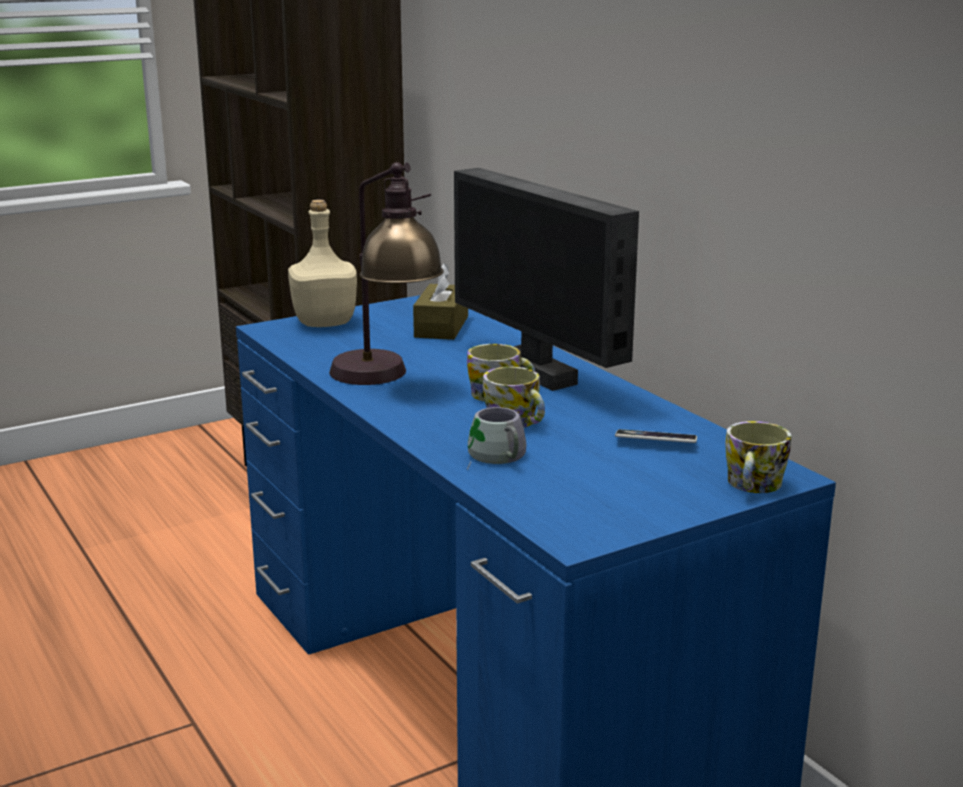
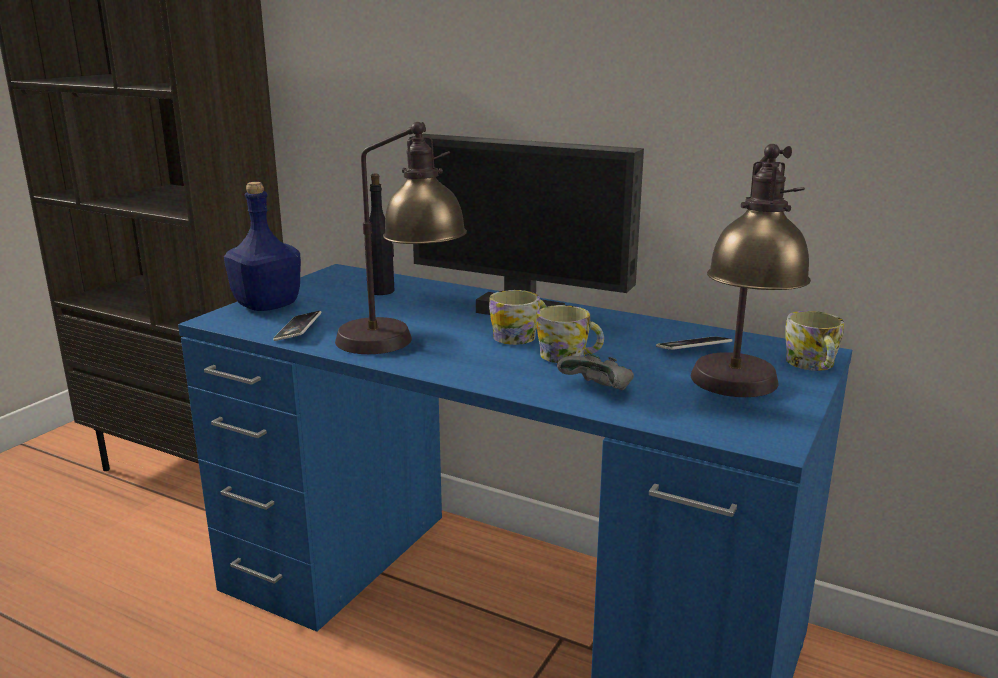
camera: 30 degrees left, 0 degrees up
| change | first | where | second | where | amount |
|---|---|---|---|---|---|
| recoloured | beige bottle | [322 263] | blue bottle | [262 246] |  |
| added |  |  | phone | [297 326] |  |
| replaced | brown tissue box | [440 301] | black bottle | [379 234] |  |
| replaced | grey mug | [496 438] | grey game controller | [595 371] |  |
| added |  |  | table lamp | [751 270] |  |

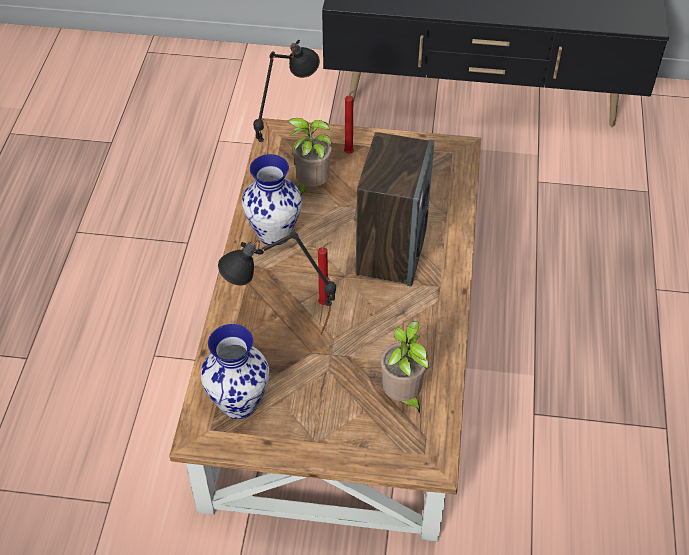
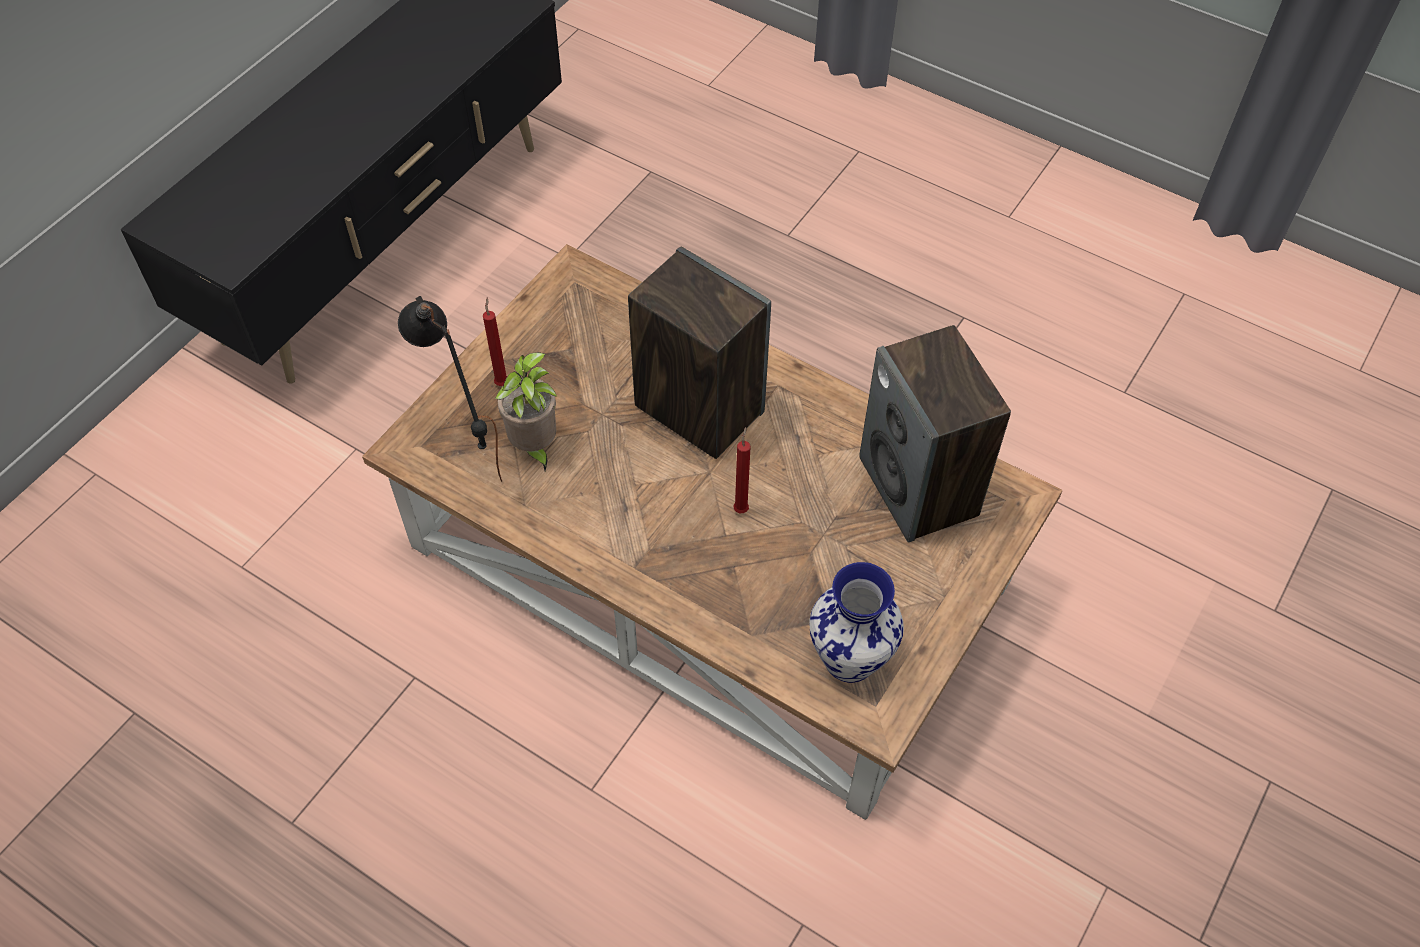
camera: 65 degrees left, 5 degrees up
| change | first | where | second | where | amount |
|---|---|---|---|---|---|
| replaced | potted plant | [405 367] | speaker | [935 433] |  |
| removed | black table lamp | [277 283] |  |  |  |
| removed | vase | [272 199] |  |  |  |

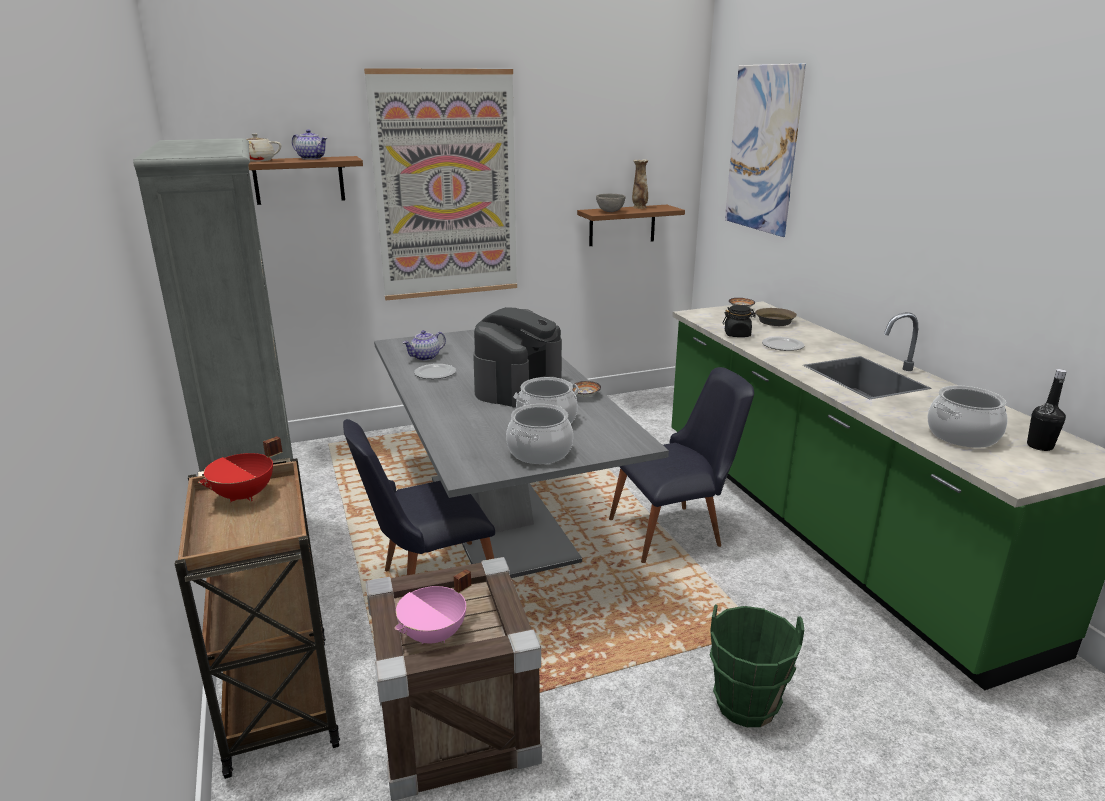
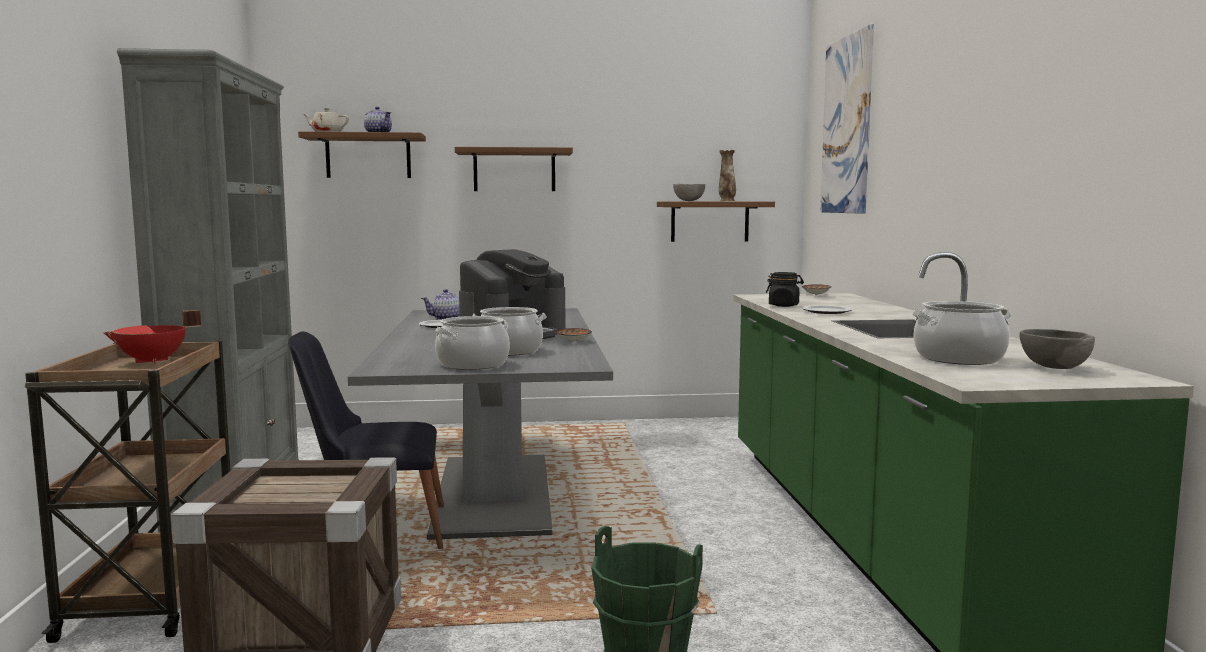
camera: 15 degrees right, 15 degrees down
| change | first | where | second | where | amount |
|---|---|---|---|---|---|
| replaced | picture | [440 184] | brown shelf | [514 169] |  |
| replaced | black bottle | [1047 410] | grey bowl | [1057 349] |  |
| removed | pink cooking pot | [433 606] |  |  |  |
| removed | black chair | [681 465] |  |  |  |
| removed | brown frying pan | [761 317] |  |  |  |

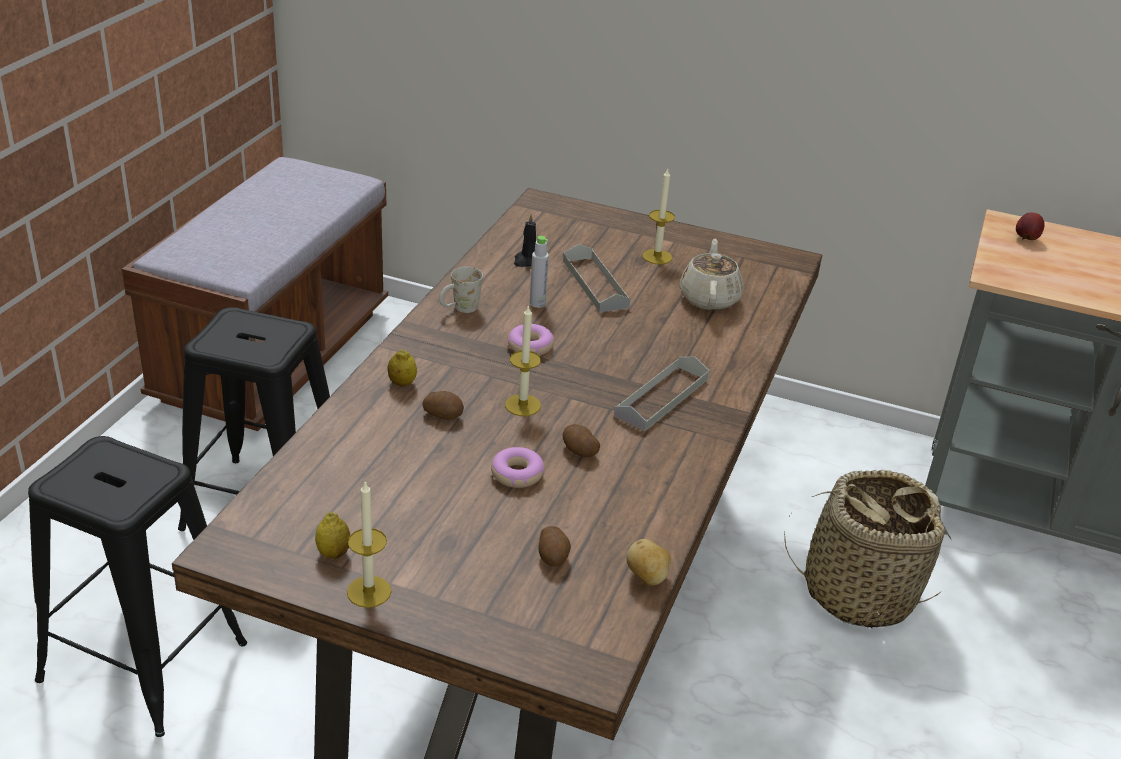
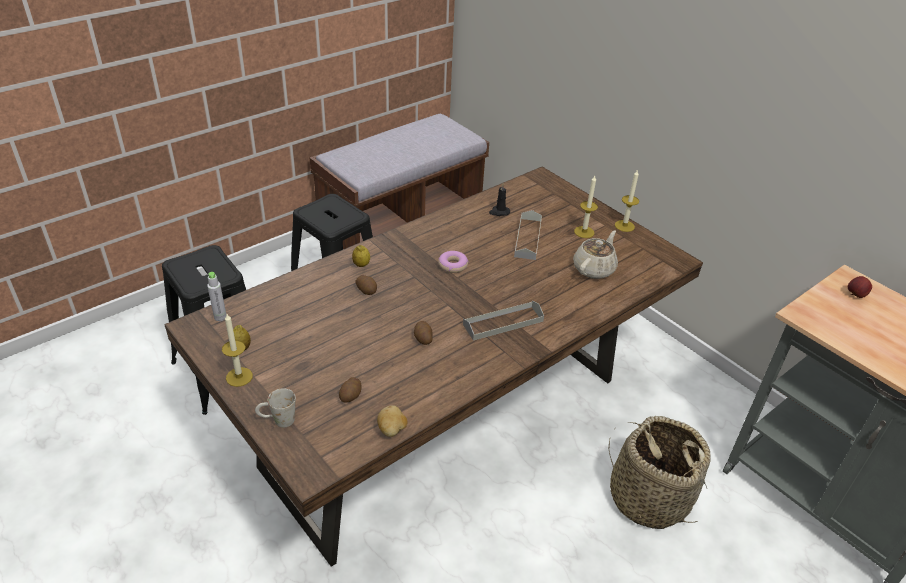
camera: 30 degrees right, 5 degrees up
| change | first | where | second | where | amount |
|---|---|---|---|---|---|
| moved | grey bottle | [539 272] |  | [216 296] |  |
| moved | white mug | [461 290] |  | [275 408] |  |
| moved | candle | [523 360] |  | [627 200] |  |
| removed | donut | [518 467] |  |  |  |

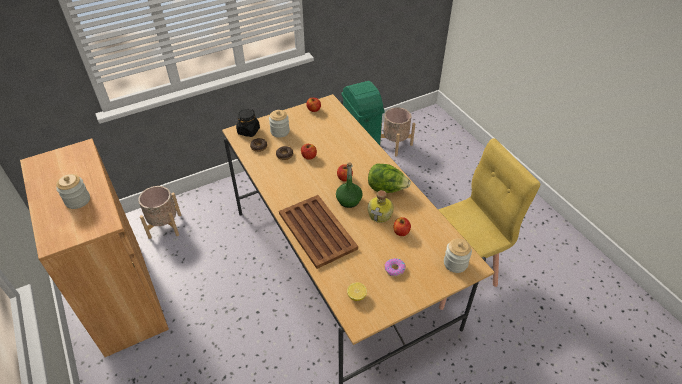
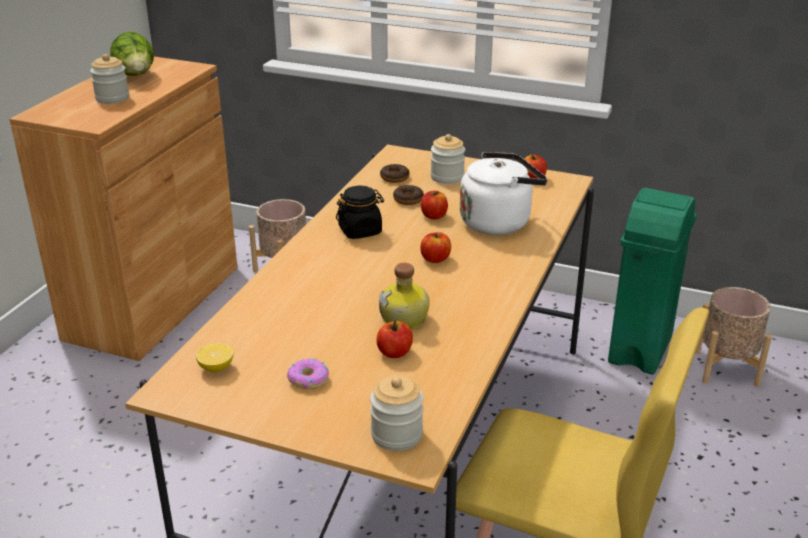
camera: 50 degrees right, 15 degrees down
| change | first | where | second | where | amount |
|---|---|---|---|---|---|
| moved | lettuce | [389 178] |  | [132 54] |  |
| moved | black jar | [248 123] |  | [360 212] |  |
| added |  |  | white kettle | [503 193] |  |
| removed | brown tray | [318 232] |  |  |  |
| removed | green bottle | [349 185] |  |  |  |

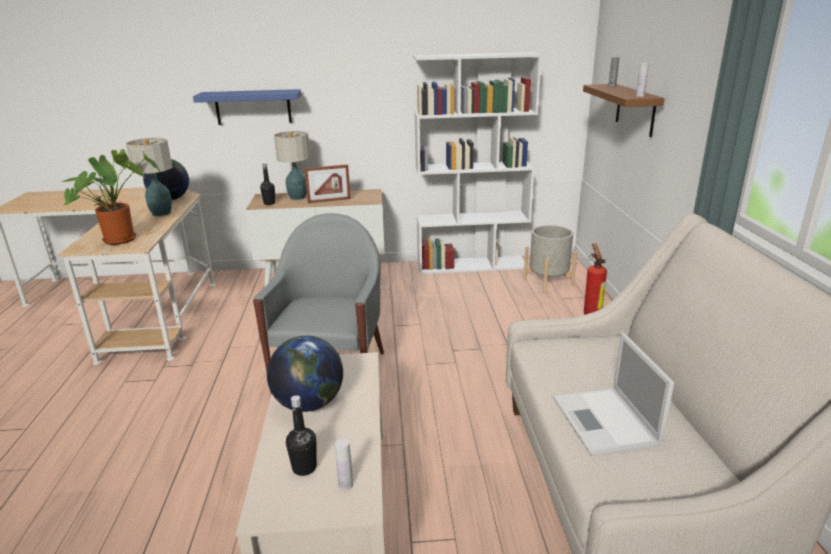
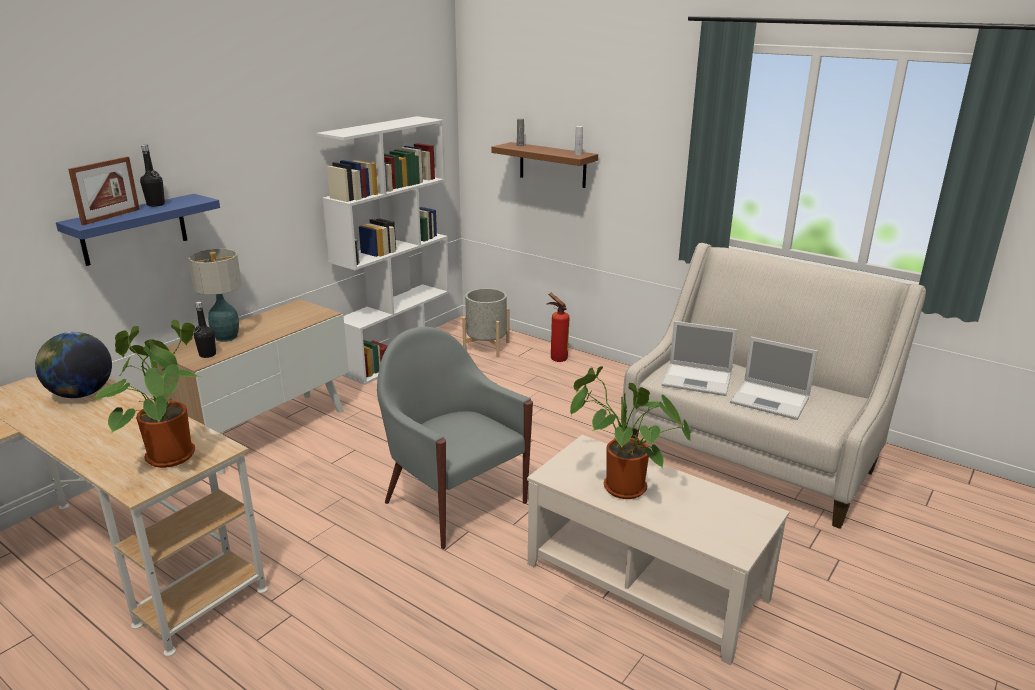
camera: 50 degrees left, 0 degrees up
| change | first | where | second | where | amount |
|---|---|---|---|---|---|
| moved | picture frame | [327 183] |  | [104 191] |  |
| moved | black bottle | [301 435] |  | [152 176] |  |
| replaced | globe | [305 374] | potted plant | [630 432] |  |
| added |  |  | laptop | [699 358] |  |
| removed | table lamp | [149 177] |  |  |  |
| removed | white bottle | [344 465] |  |  |  |

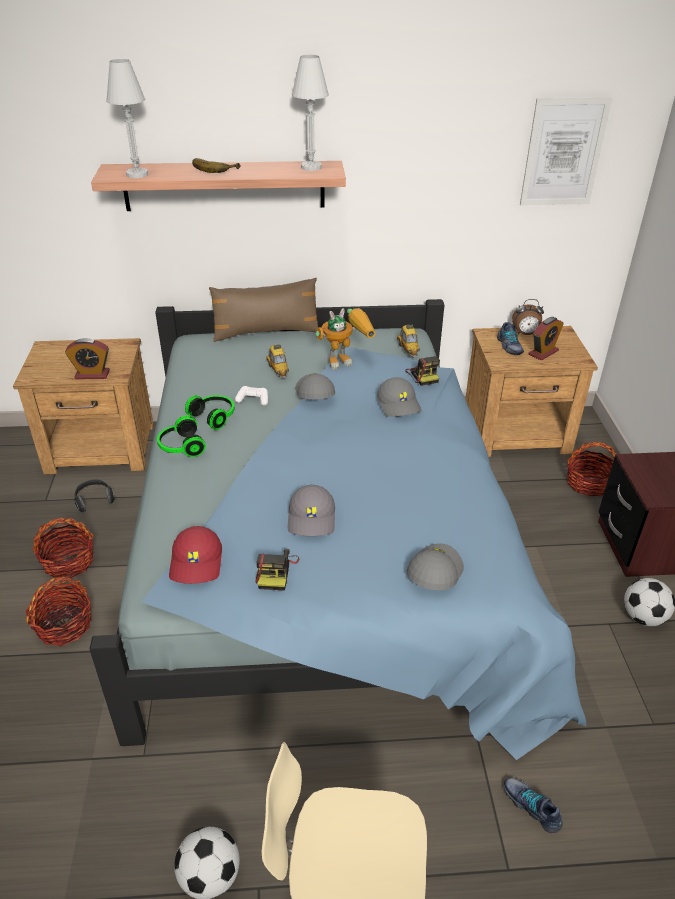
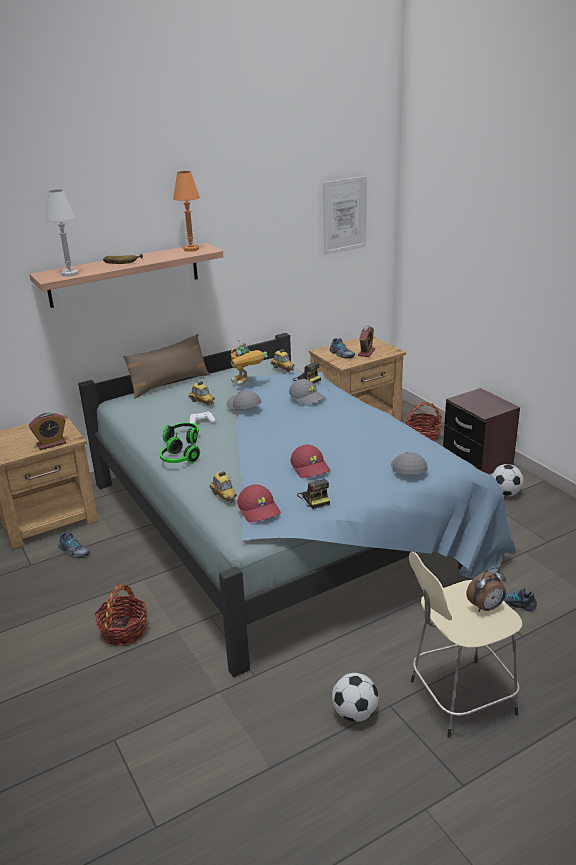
camera: 25 degrees left, 10 degrees down
| change | first | where | second | where | amount |
|---|---|---|---|---|---|
| replaced | headphones | [94 496] | shoe | [74 545] |  |
| recoloured | white table lamp | [310 113] | orange table lamp | [186 211] |  |
| added |  |  | toy car | [223 487] |  |
| turned | toy robot | [345 339] |  | [249 362] | 105 degrees clockwise |
| recoloured | grey cap | [311 510] | red cap | [310 461] |  |
| moved | alarm clock | [528 317] |  | [486 589] |  |
| removed | basket | [63 547] |  |  |  |

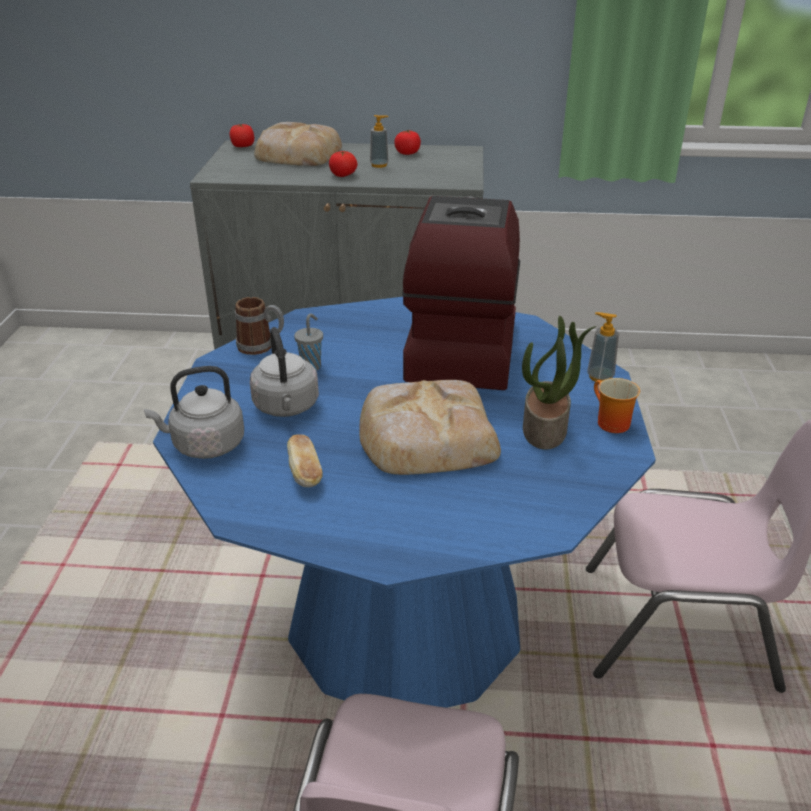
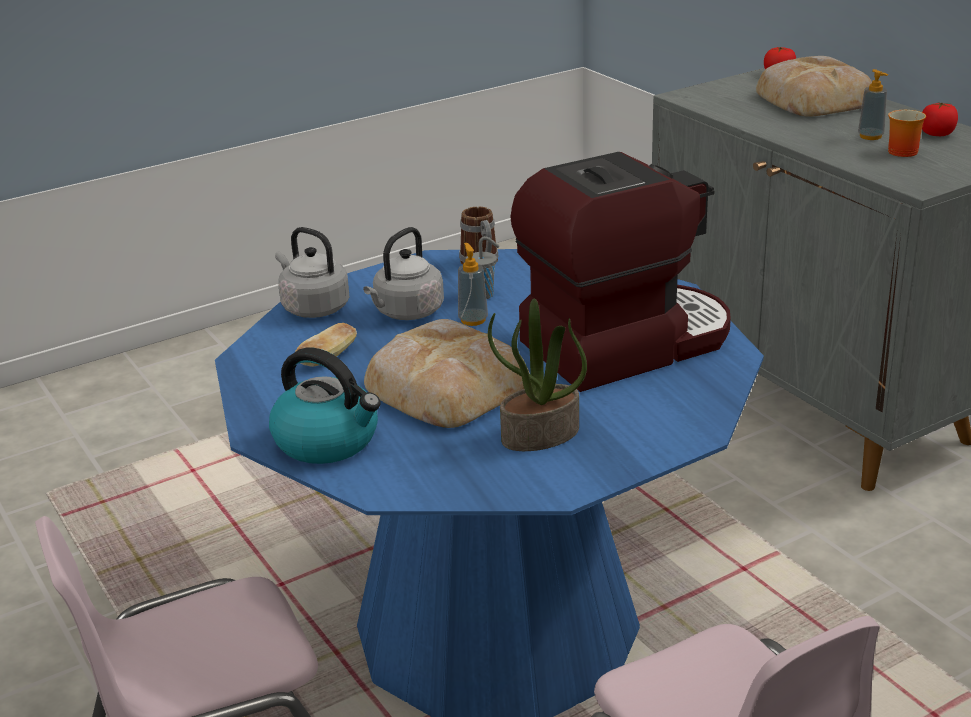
camera: 55 degrees right, 5 degrees down
| change | first | where | second | where | amount |
|---|---|---|---|---|---|
| added |  |  | kettle | [324 405] |  |
| moved | soap dispenser | [603 347] |  | [473 284] |  |
| moved | mug | [617 405] |  | [907 133] |  |
| removed | tomato | [343 164] |  |  |  |

